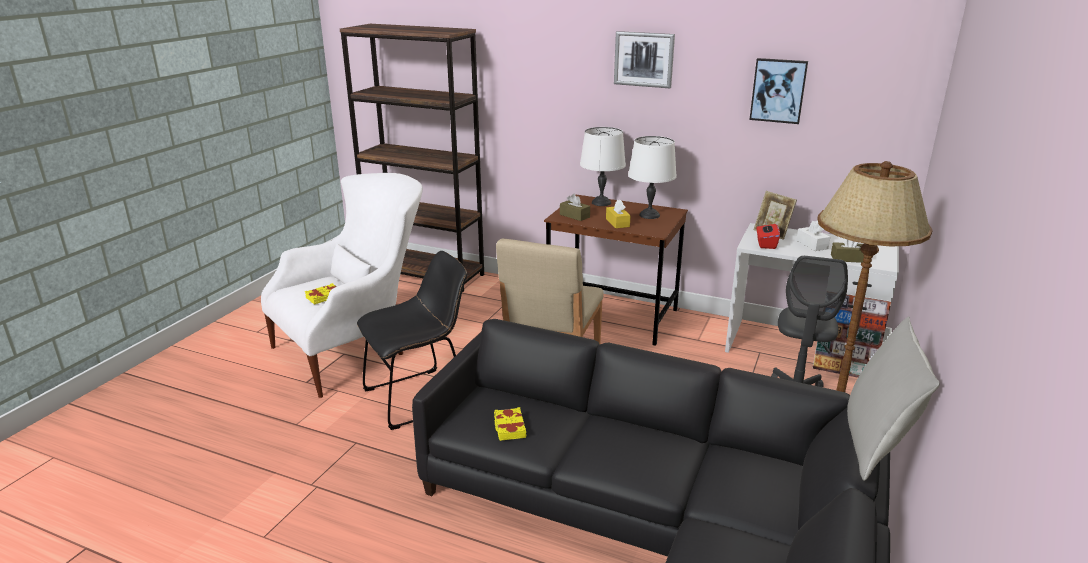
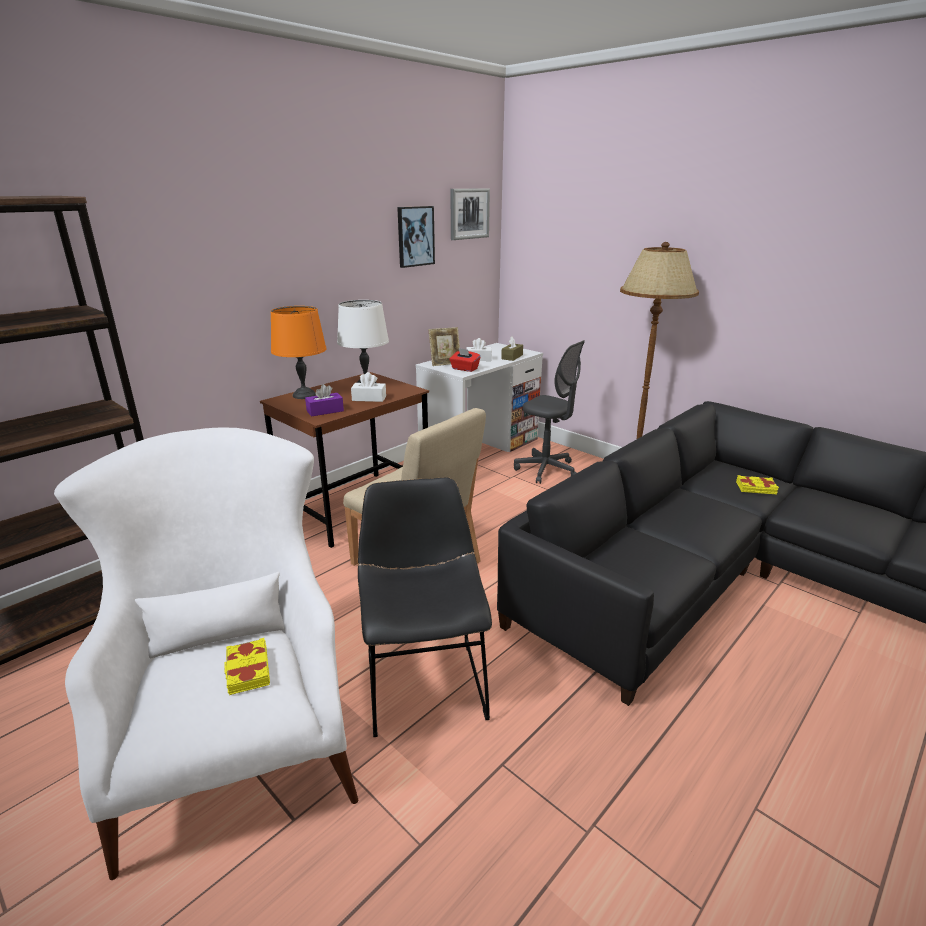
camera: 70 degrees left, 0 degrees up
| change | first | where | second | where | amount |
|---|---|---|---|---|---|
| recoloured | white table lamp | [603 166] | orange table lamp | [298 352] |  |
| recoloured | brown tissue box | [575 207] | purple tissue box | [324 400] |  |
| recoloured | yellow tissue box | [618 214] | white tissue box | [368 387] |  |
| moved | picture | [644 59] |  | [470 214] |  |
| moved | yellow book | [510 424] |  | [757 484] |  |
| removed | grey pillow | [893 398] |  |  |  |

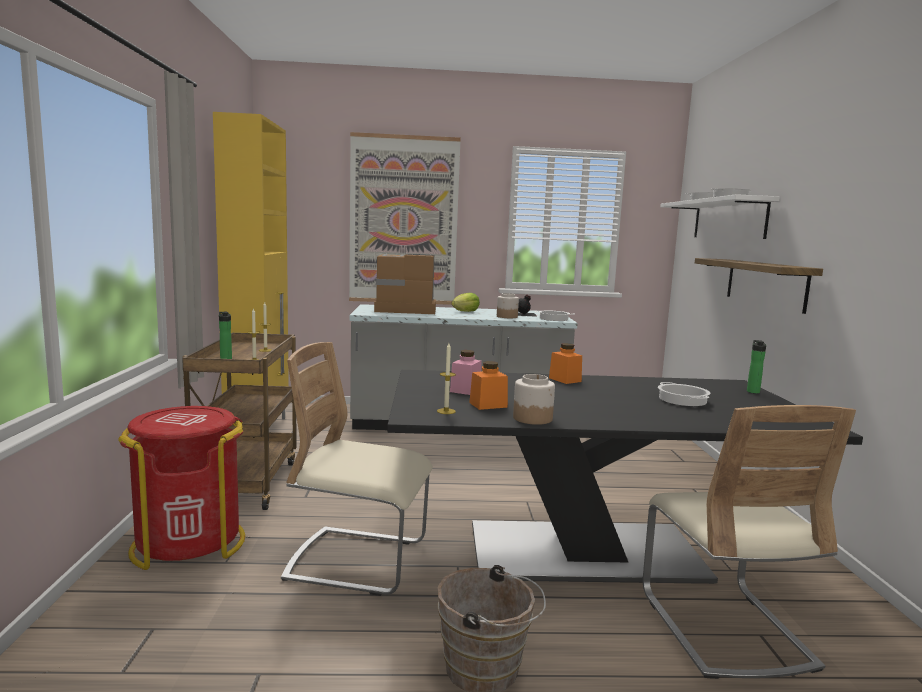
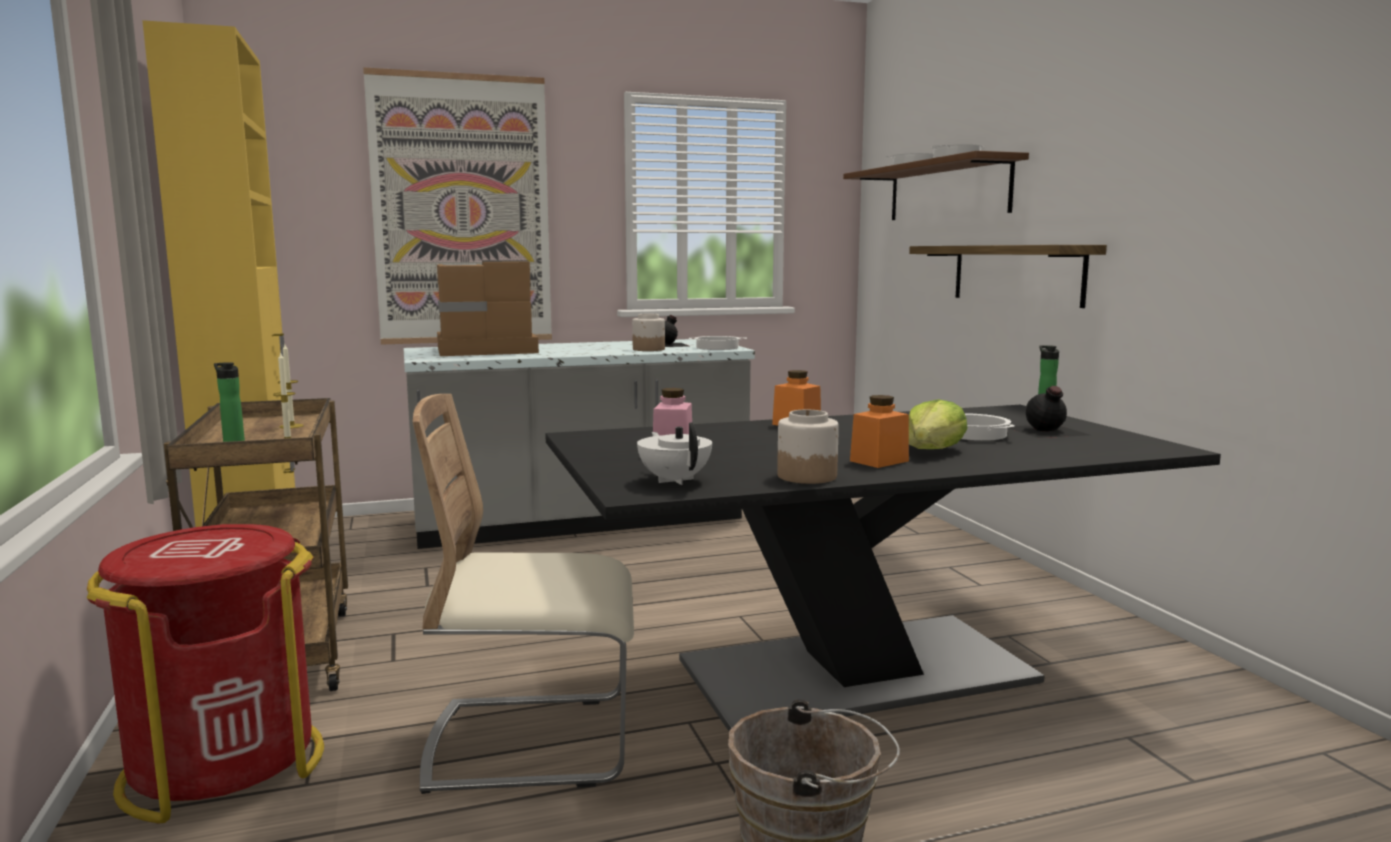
camera: 15 degrees left, 0 degrees up
| change | first | where | second | where | amount |
|---|---|---|---|---|---|
| replaced | candle | [446 378] | white teapot | [674 453] |  |
| recoloured | white shelf | [720 216] | brown shelf | [936 185] |  |
| moved | orange jar | [488 385] |  | [879 431] |  |
| moved | lettuce | [465 302] |  | [938 424] |  |
| added |  |  | black bottle | [1049 412] |  |
| removed | beige chair | [749 542] |  |  |  |

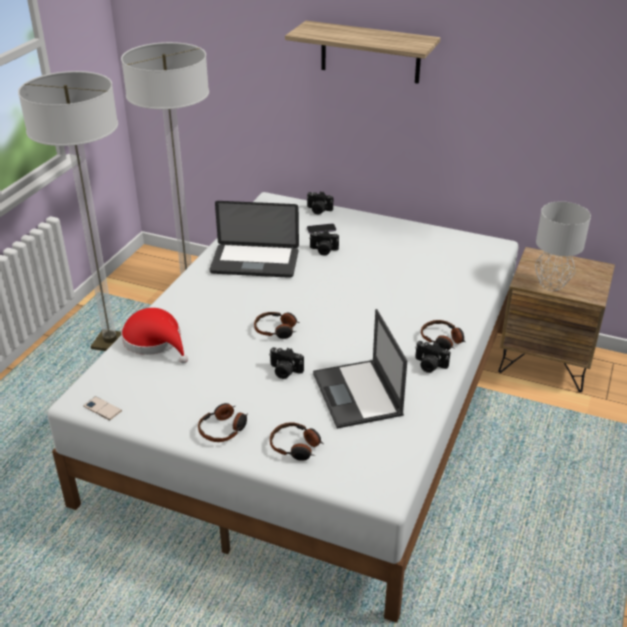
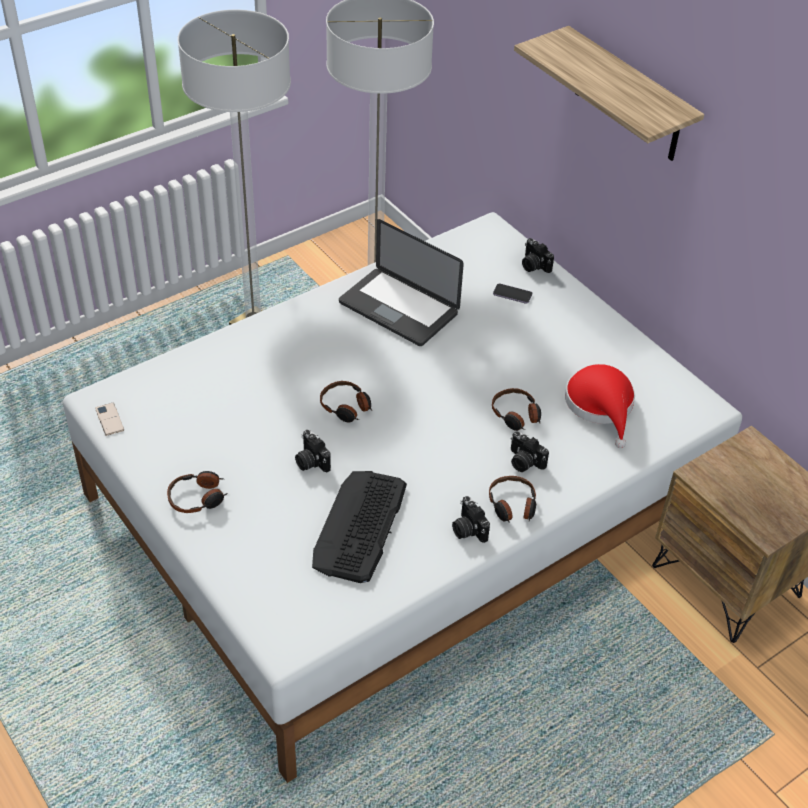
camera: 30 degrees right, 10 degrees up
| change | first | where | second | where | amount |
|---|---|---|---|---|---|
| replaced | laptop | [360 369] | keyboard | [359 527] |  |
| moved | headphones | [296 442] |  | [516 409] |  |
| moved | photo camera | [324 243] |  | [530 451] |  |
| moved | red hat | [154 335] |  | [600 406] |  |
| removed | grey table lamp | [563 246] |  |  |  |

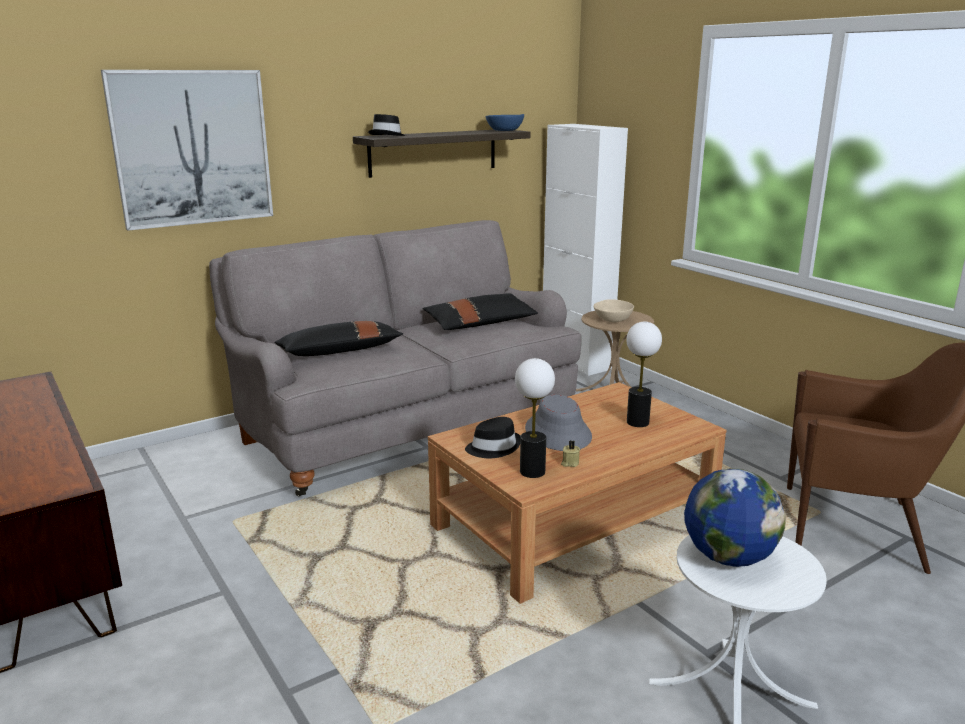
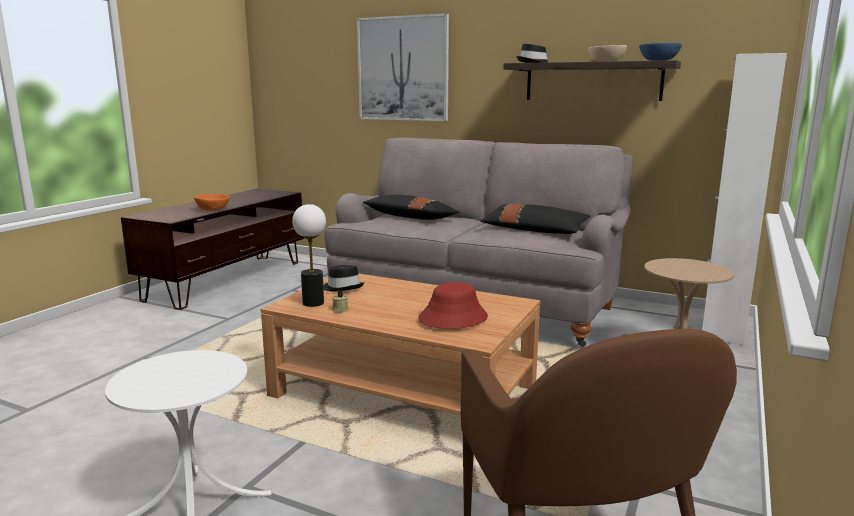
camera: 60 degrees right, 5 degrees down
| change | first | where | second | where | amount |
|---|---|---|---|---|---|
| added |  |  | orange bowl | [212 202] |  |
| replaced | table lamp | [644 374] | red hat | [453 305] |  |
| moved | beige bowl | [613 310] |  | [607 53] |  |
| removed | grey hat | [558 423] |  |  |  |
| removed | globe | [734 517] |  |  |  |

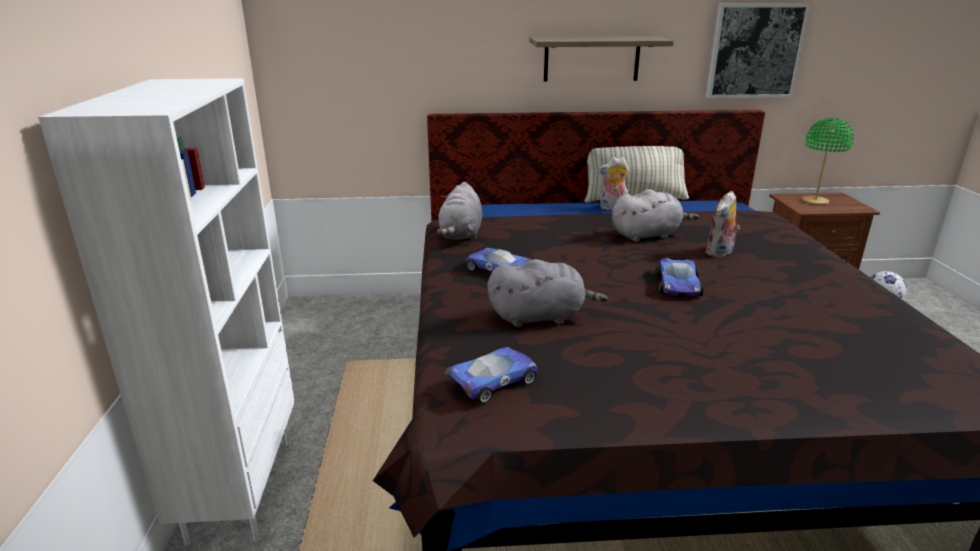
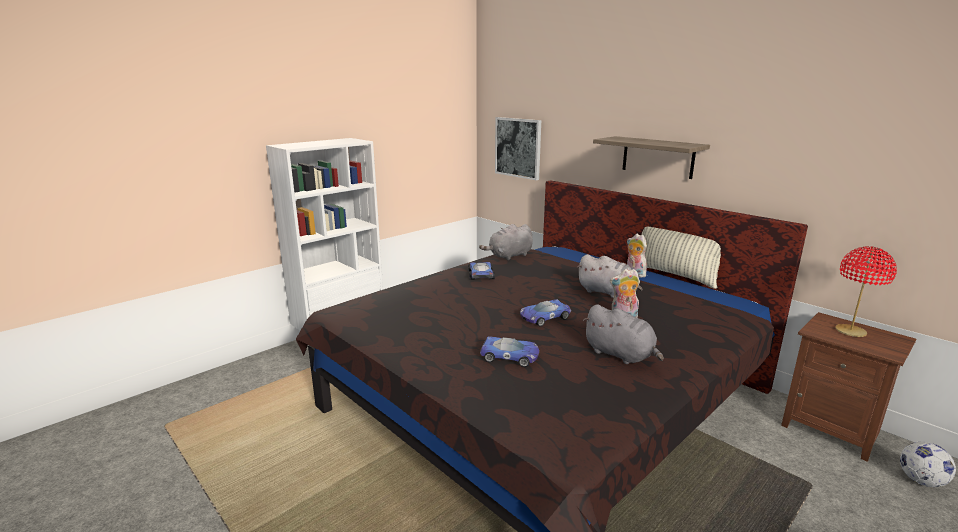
camera: 50 degrees right, 5 degrees down
| change | first | where | second | where | amount |
|---|---|---|---|---|---|
| moved | toy car | [491 375] |  | [509 351] |  |
| moved | picture | [758 50] |  | [518 148] |  |
| moved | grey plush toy | [547 293] |  | [623 334] |  |
| recoloured | green table lamp | [828 161] | red table lamp | [866 291] |  |

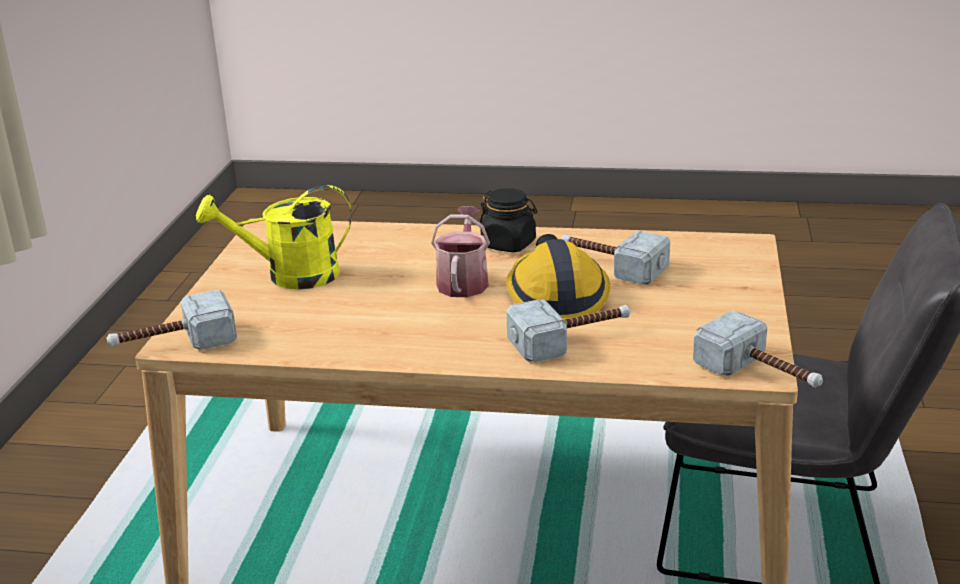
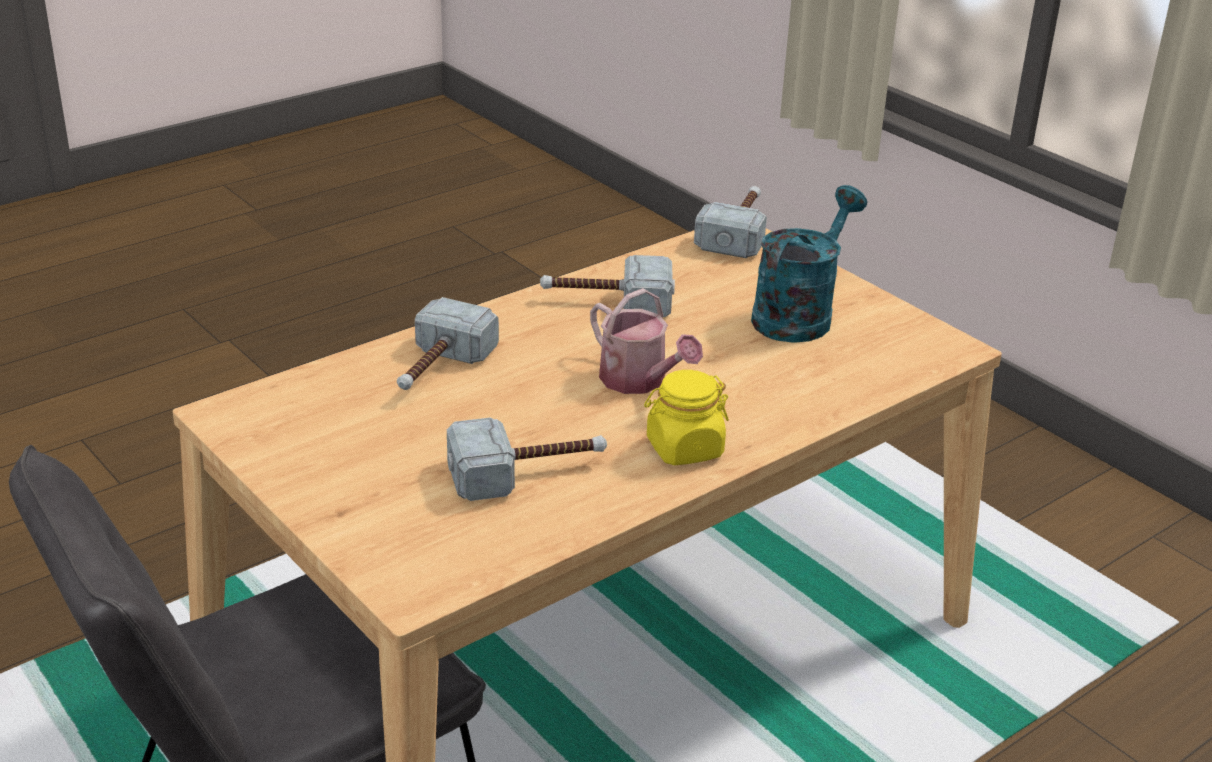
camera: 130 degrees right, 5 degrees up
| change | first | where | second | where | amount |
|---|---|---|---|---|---|
| moved | hammer | [758 349] |  | [607 286] |  |
| recoloured | black jar | [508 220] | yellow jar | [686 417] |  |
| recoloured | yellow watering can | [274 237] | turquoise watering can | [809 264] |  |
| removed | hard hat | [558 276] |  |  |  |

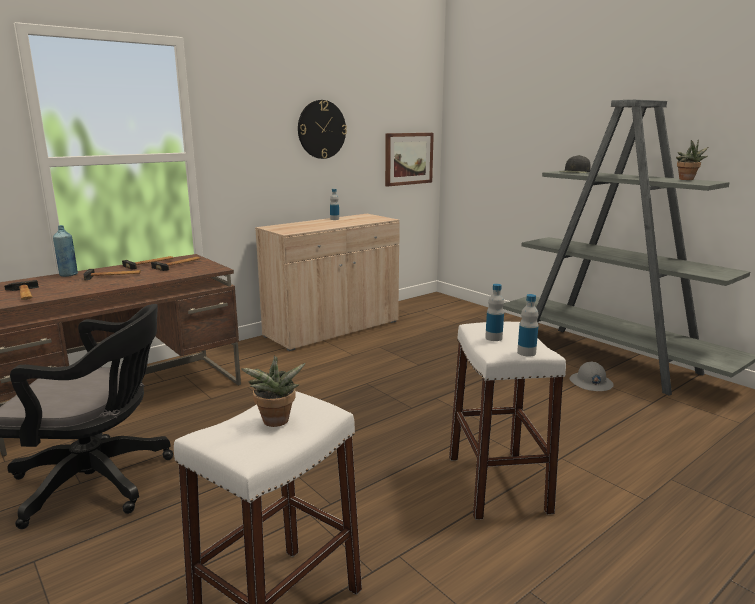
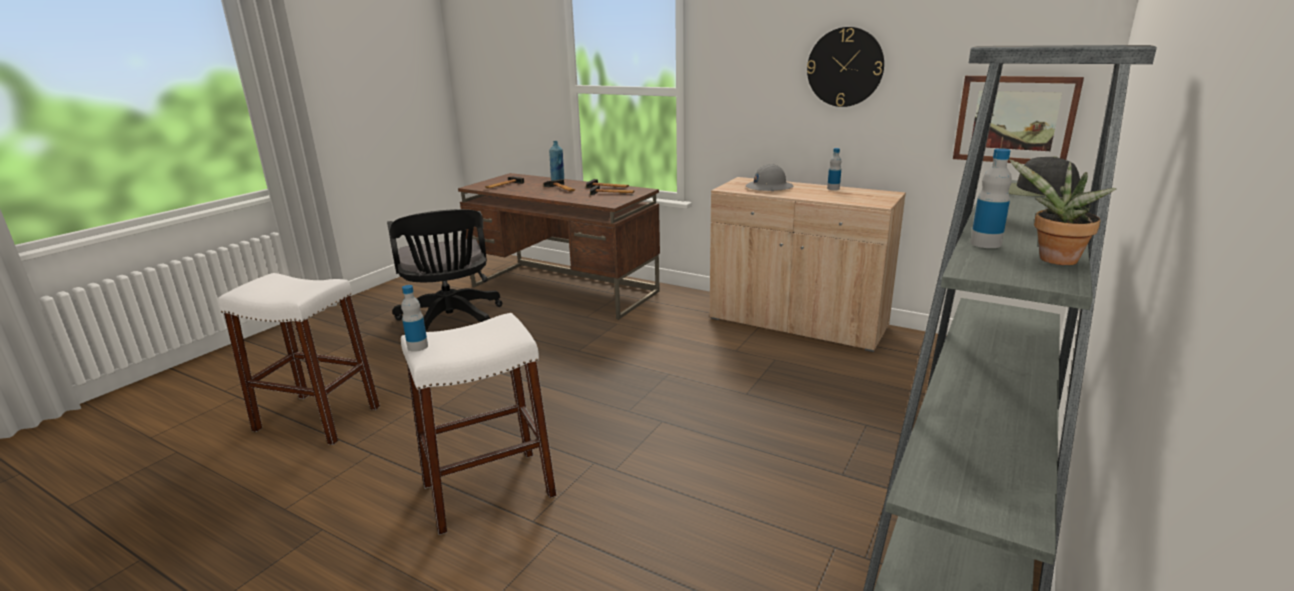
camera: 70 degrees right, 5 degrees up
| change | first | where | second | where | amount |
|---|---|---|---|---|---|
| moved | grey hard hat | [591 376] |  | [769 178] |  |
| moved | bottle | [494 312] |  | [991 198] |  |
| removed | potted plant | [273 391] |  |  |  |

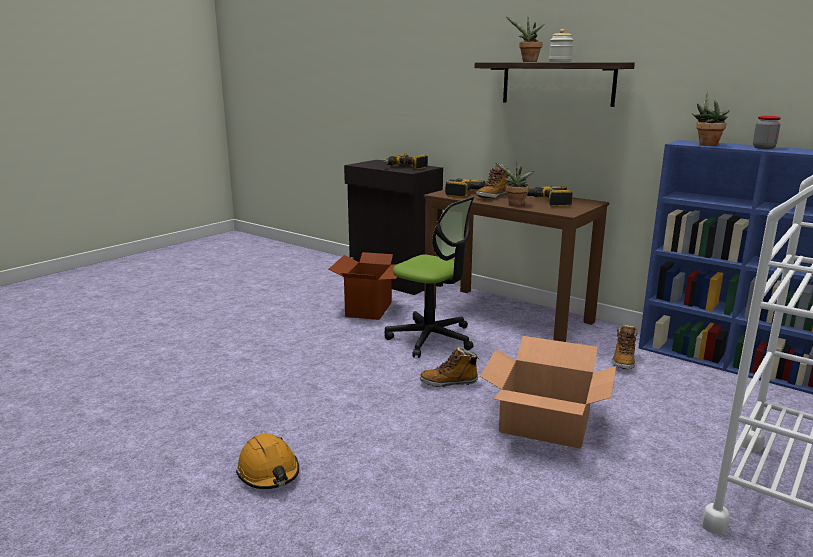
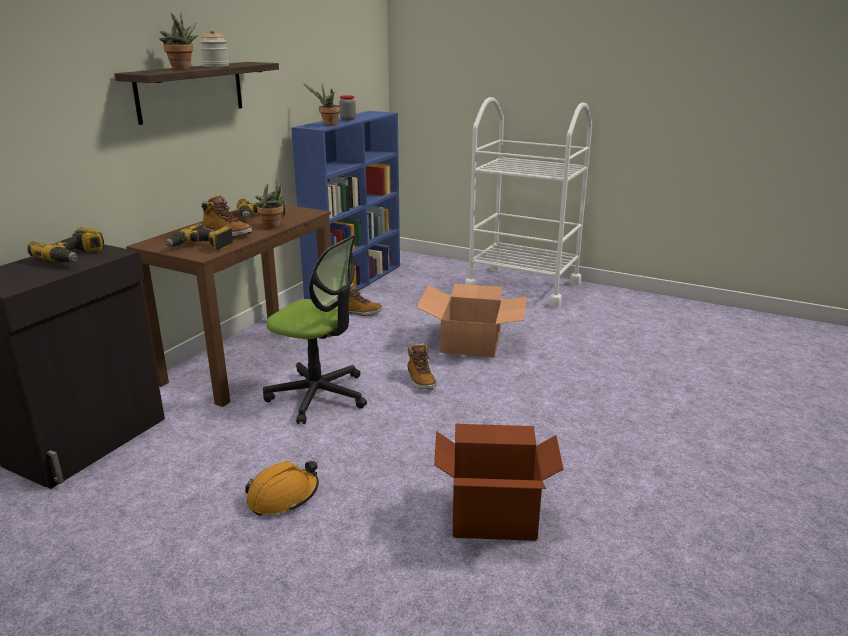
camera: 100 degrees left, 5 degrees up
| change | first | where | second | where | amount |
|---|---|---|---|---|---|
| moved | orange hard hat | [267 461] |  | [282 488] |  |
| turned | office chair | [429 277] |  | [315 329] | 90 degrees clockwise |
| moved | cardboard box | [363 286] |  | [499 482] |  |

